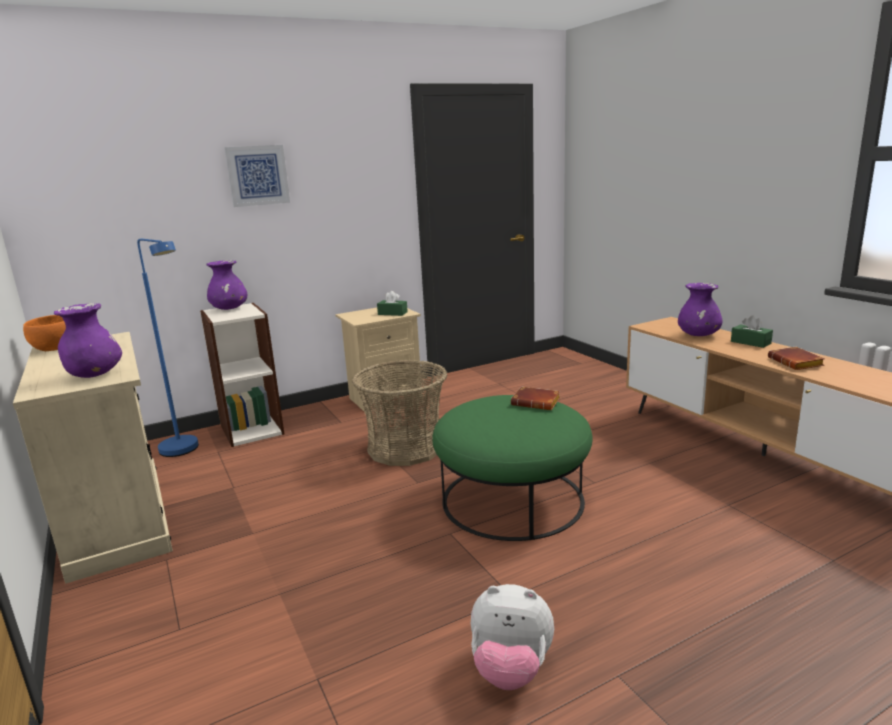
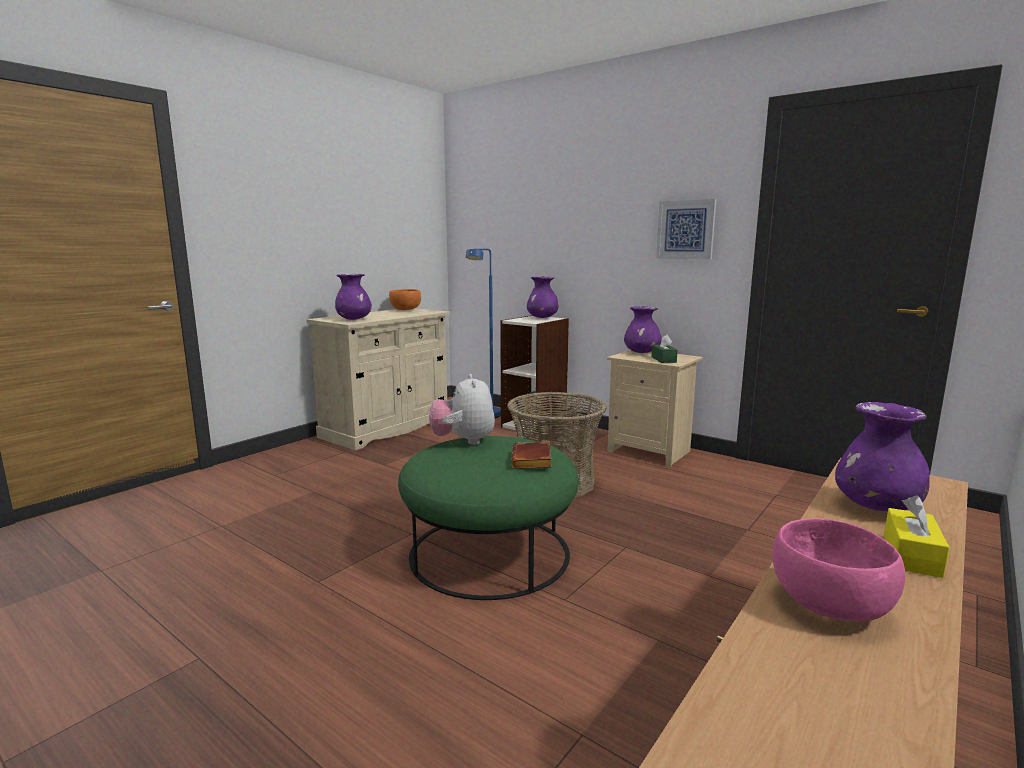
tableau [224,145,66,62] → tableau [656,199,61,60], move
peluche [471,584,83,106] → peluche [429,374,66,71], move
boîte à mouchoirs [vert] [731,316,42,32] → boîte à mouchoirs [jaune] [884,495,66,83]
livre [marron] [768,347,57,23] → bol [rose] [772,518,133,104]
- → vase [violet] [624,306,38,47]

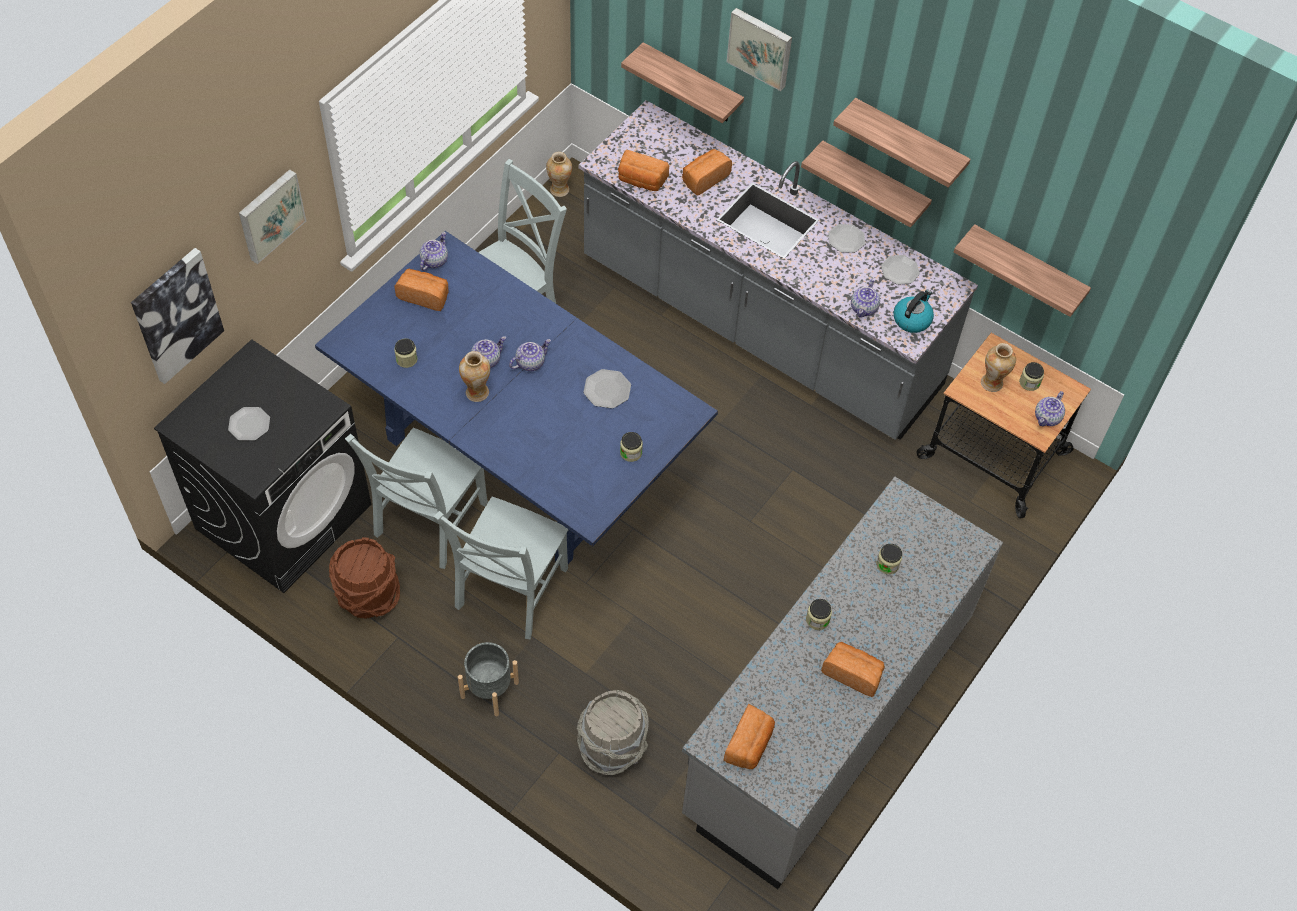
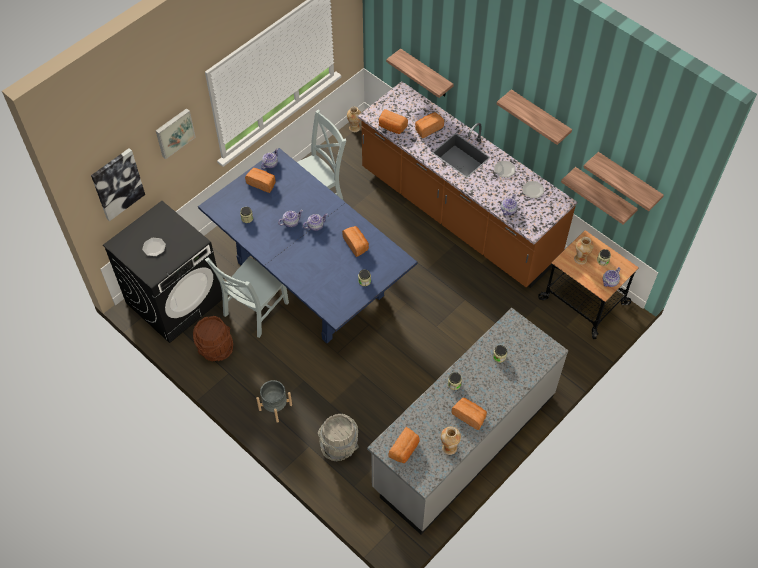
chaise [gris] [434,497,135,142] → -
vase [459,351,31,51] → vase [441,427,20,28], move
comptoir de cuisine [gris] [579,100,399,340] → comptoir de cuisine [marron] [358,81,219,207]
assiette [584,369,47,39] → pain [342,226,27,31]
tableau [727,8,65,83] → -
étagère [801,140,131,88] → étagère [583,152,81,59], move
bouilloire [894,290,40,43] → -

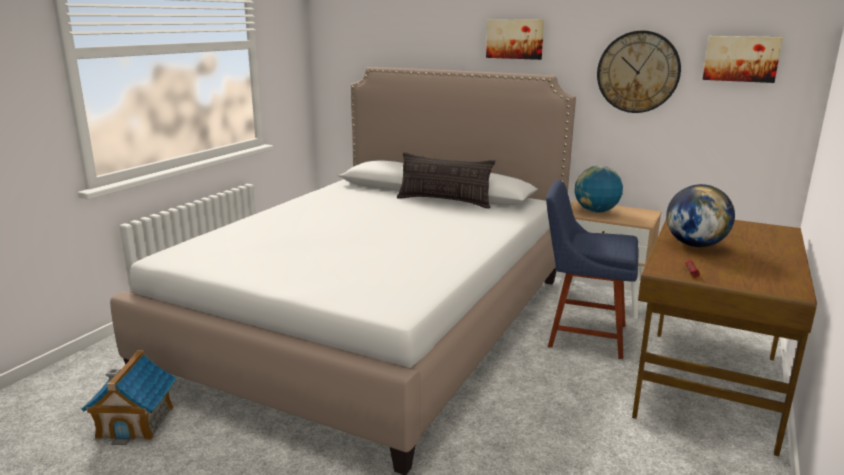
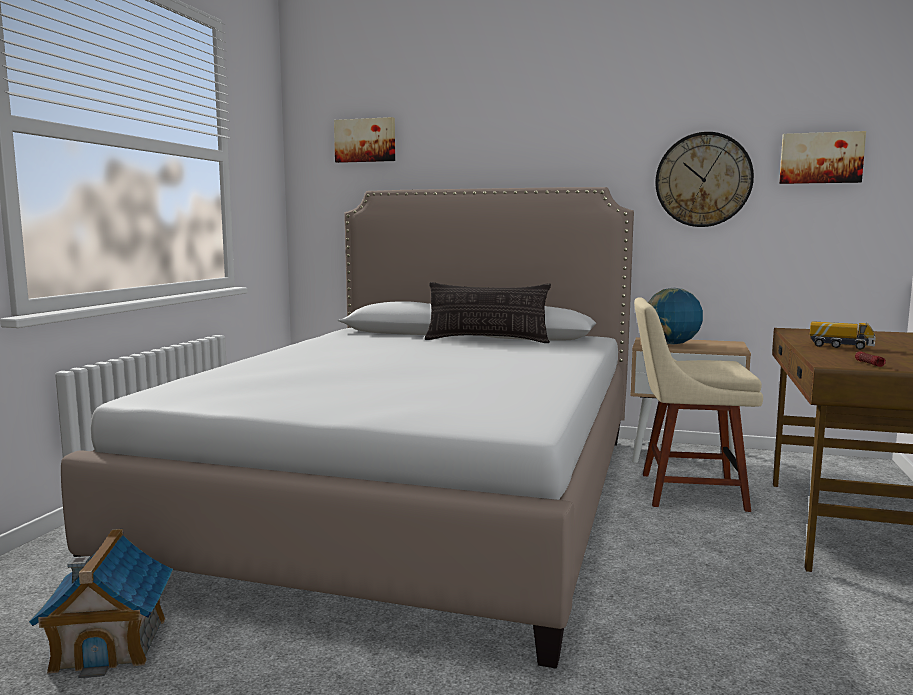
tableau [486,19,58,41] → tableau [334,117,61,46], move
chaise [bleu] [546,180,92,179] → chaise [beige] [634,297,129,215]
globe [666,184,69,63] → camion jouet [810,321,66,29]

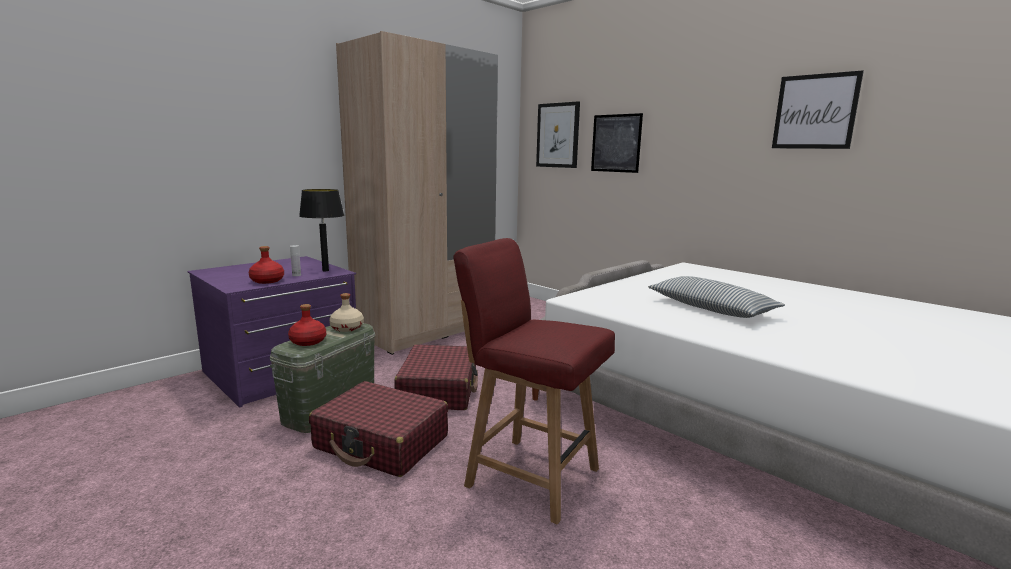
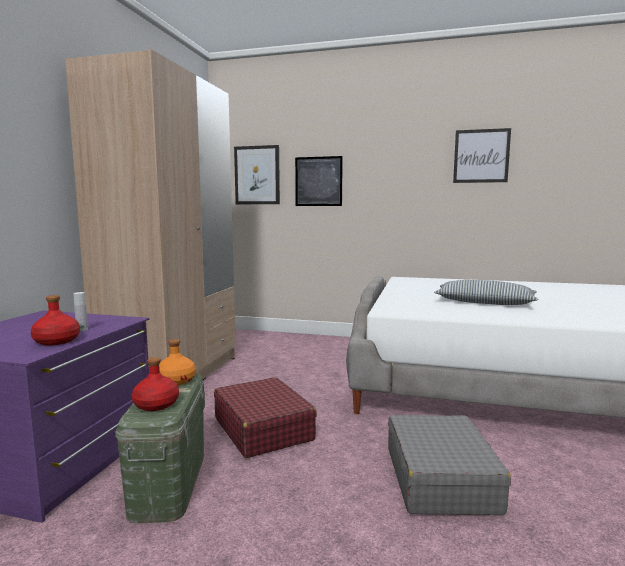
lampe de table [noir] [299,189,45,82] → -
valise [rouge] [309,381,139,96] → -
bouteille [beige] [329,293,35,39] → bouteille [orange] [159,339,37,46]
chaise [rouge] [453,238,162,286] → valise [gris] [388,415,123,100]

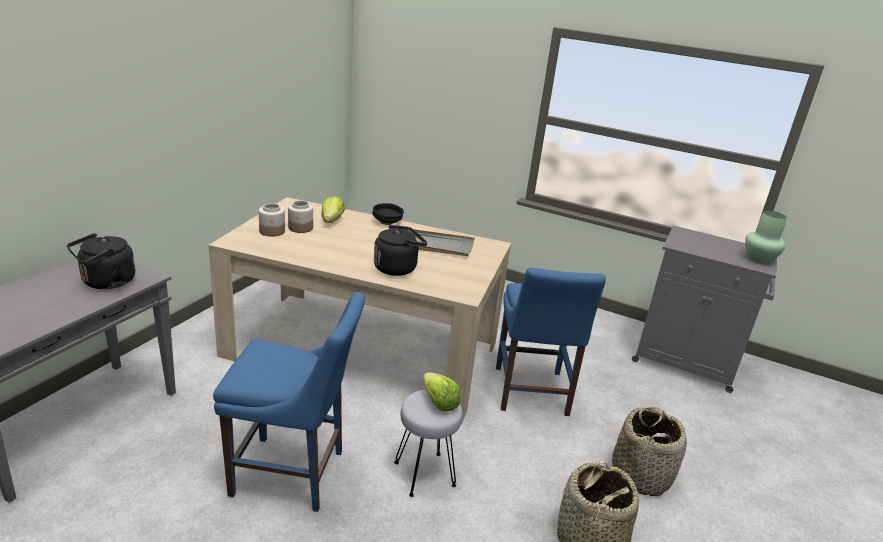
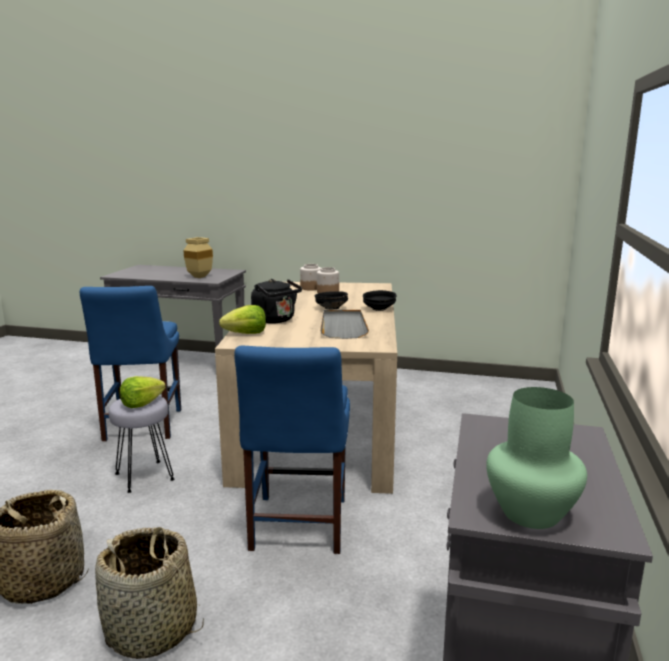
bouilloire [noir] [67,233,68,56] → vase [beige] [184,237,29,41]
laitue [321,196,24,27] → laitue [219,305,47,29], move
chaise [bleu] [496,267,110,149] → chaise [bleu] [234,346,116,208], 75 degrees counterclockwise
- → bol [noir] [315,291,33,19]

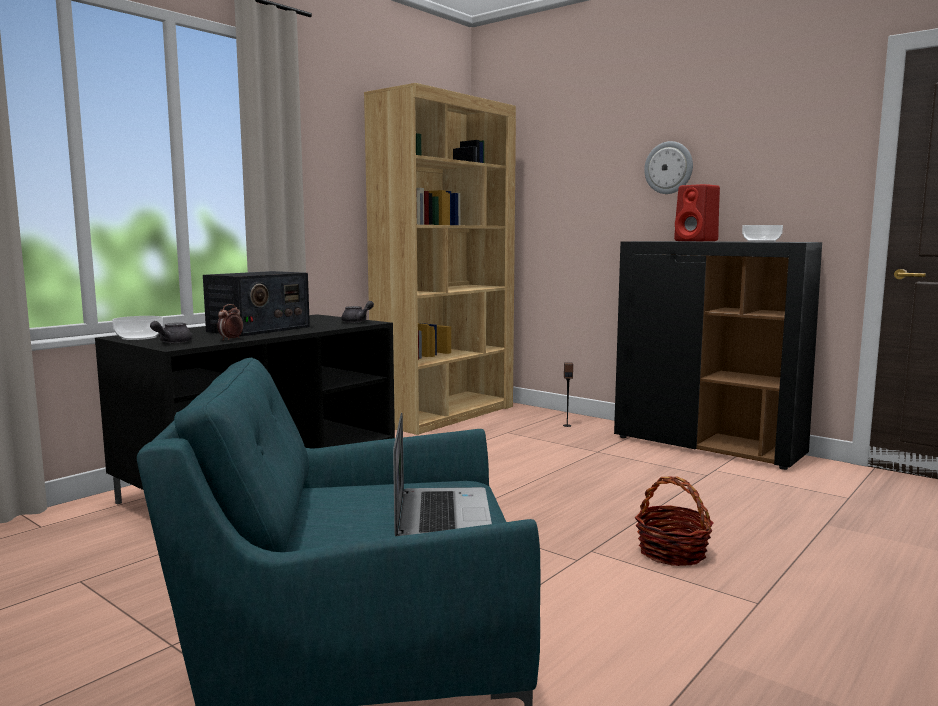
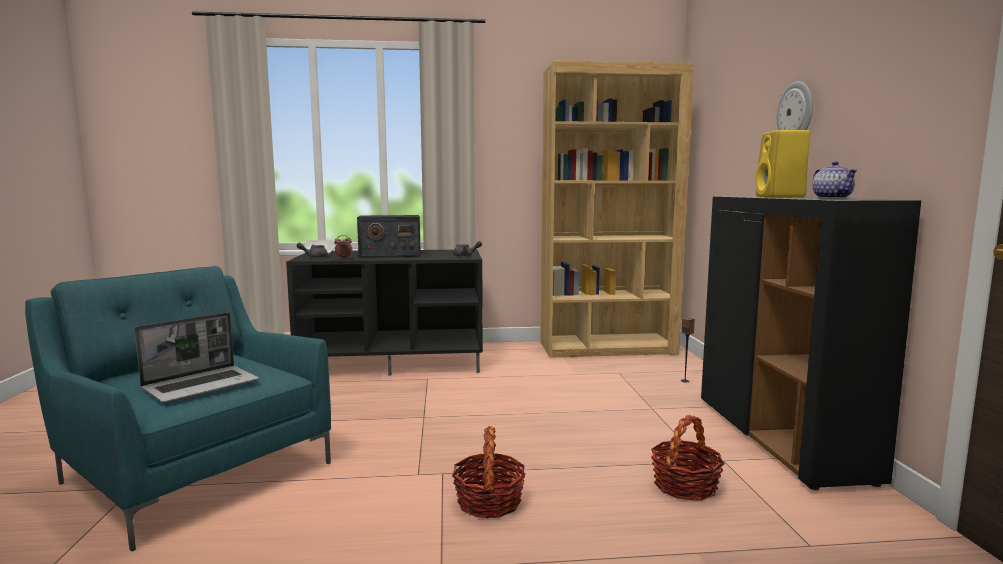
enceinte [rouge] [674,184,46,57] → enceinte [jaune] [755,130,55,67]
bol [742,225,41,17] → théière [813,161,44,38]
- → panier [651,415,74,86]

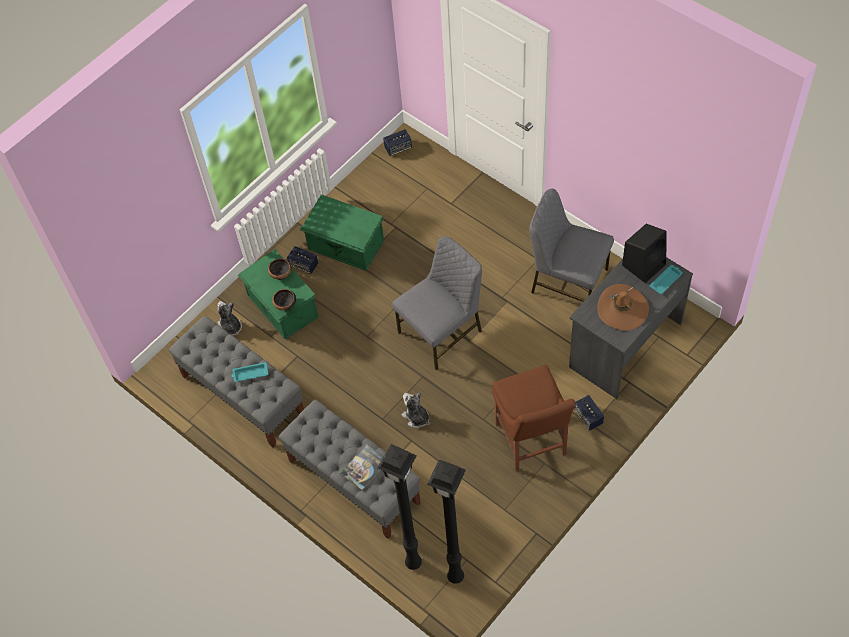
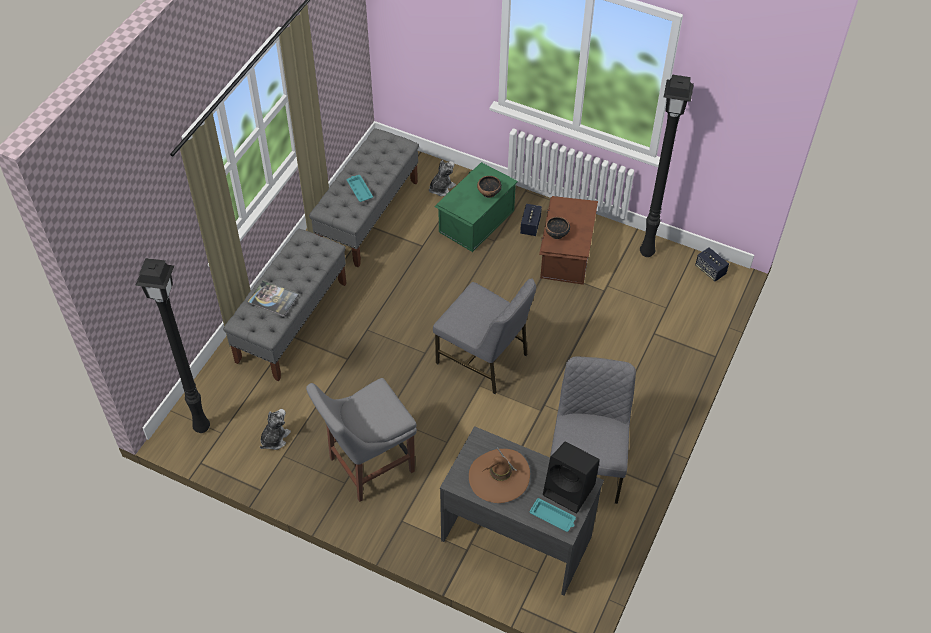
bol [272,289,24,22] → bol [545,217,25,22], move
boîte de rangement [vert] [300,194,84,77] → boîte de rangement [marron] [539,196,59,89]
lampadaire [noir] [377,444,45,126] → lampadaire [noir] [640,74,54,183], move
peluche [401,392,29,36] → peluche [260,409,31,41], move
chaise [marron] [492,365,83,106] → chaise [gris] [306,378,111,124]
enceinte [574,395,30,36] → -

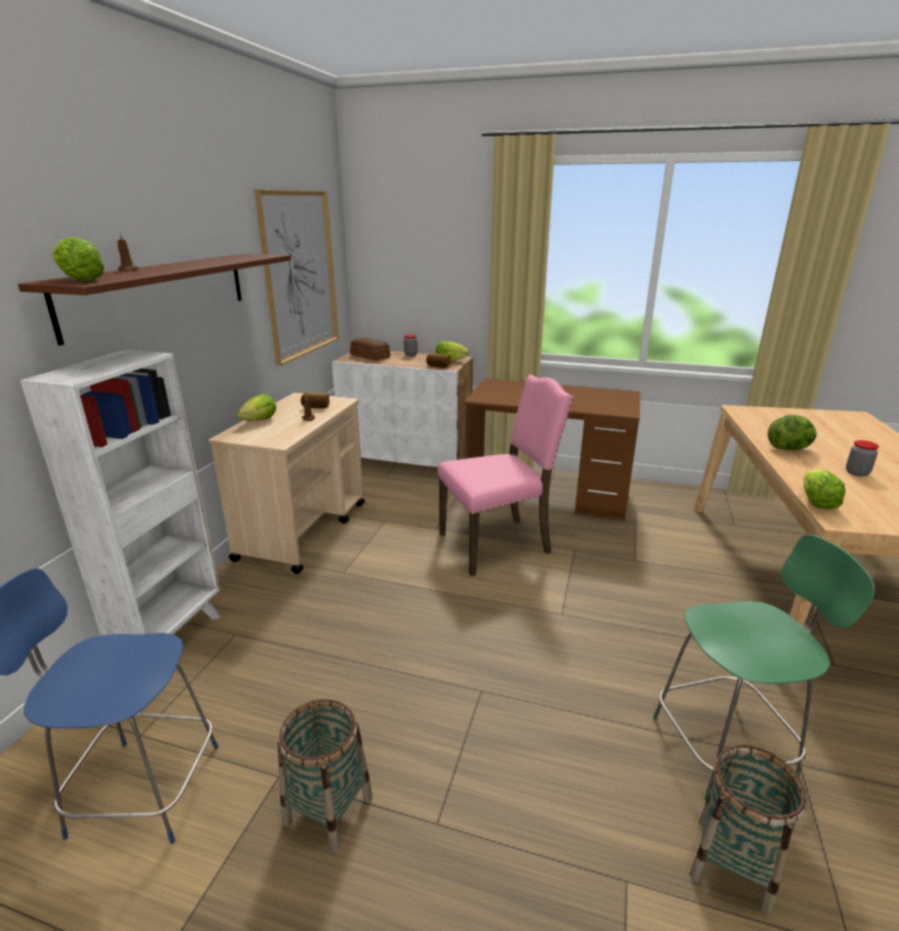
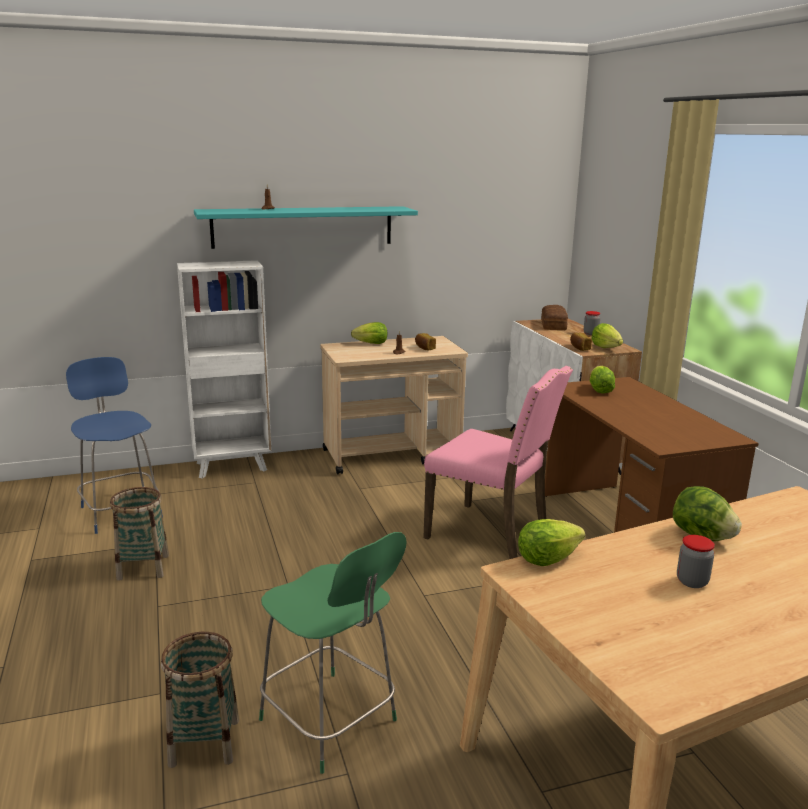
étagère [marron] [18,254,273,92] → étagère [turquoise] [194,206,224,43]
laitue [52,237,52,44] → laitue [590,366,25,28], move
tableau [254,189,85,176] → -

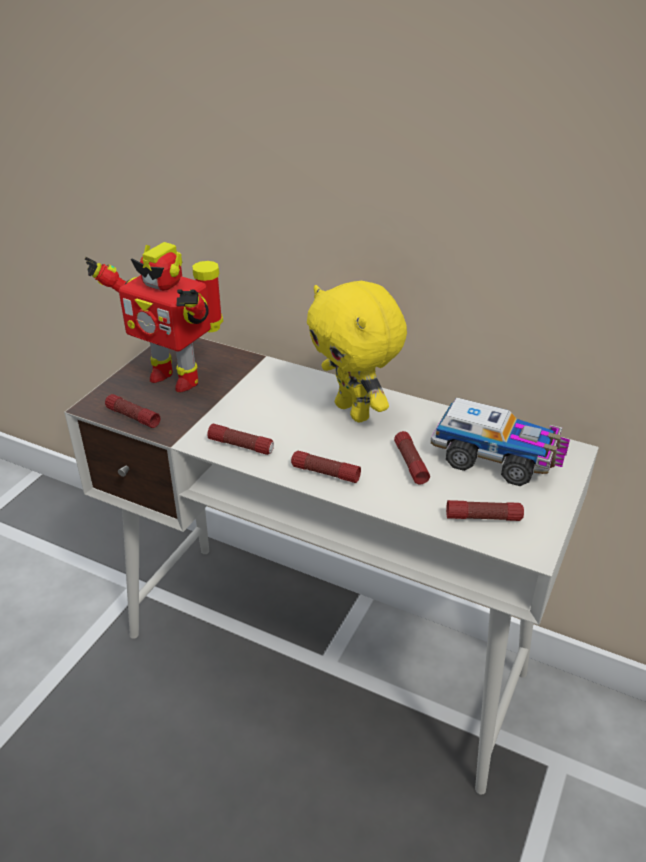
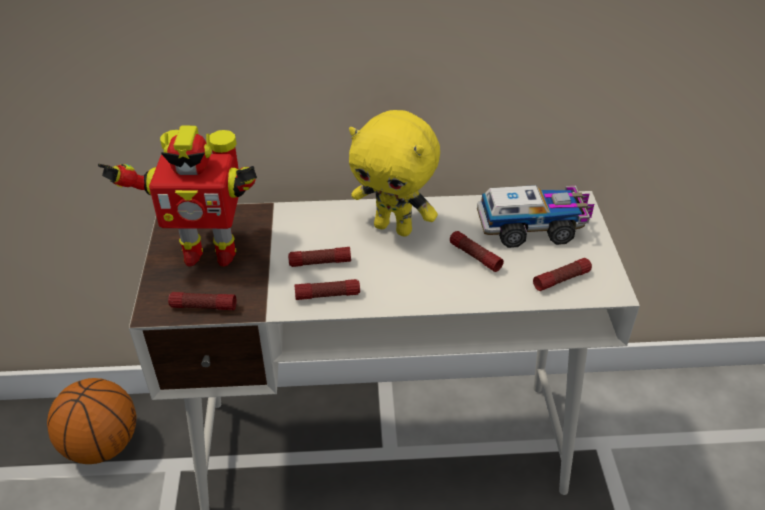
lampe de poche [291,451,70,32] → lampe de poche [288,247,63,20], move
- → ballon de basket [47,378,89,86]

